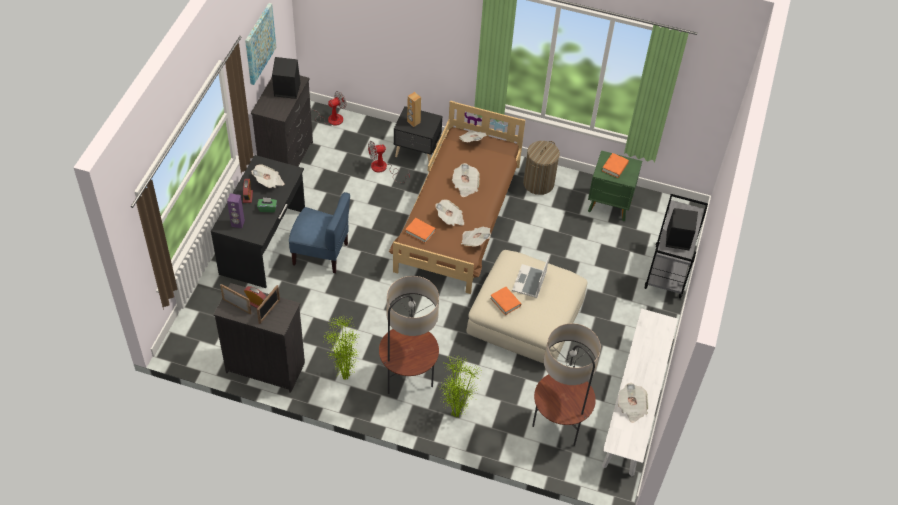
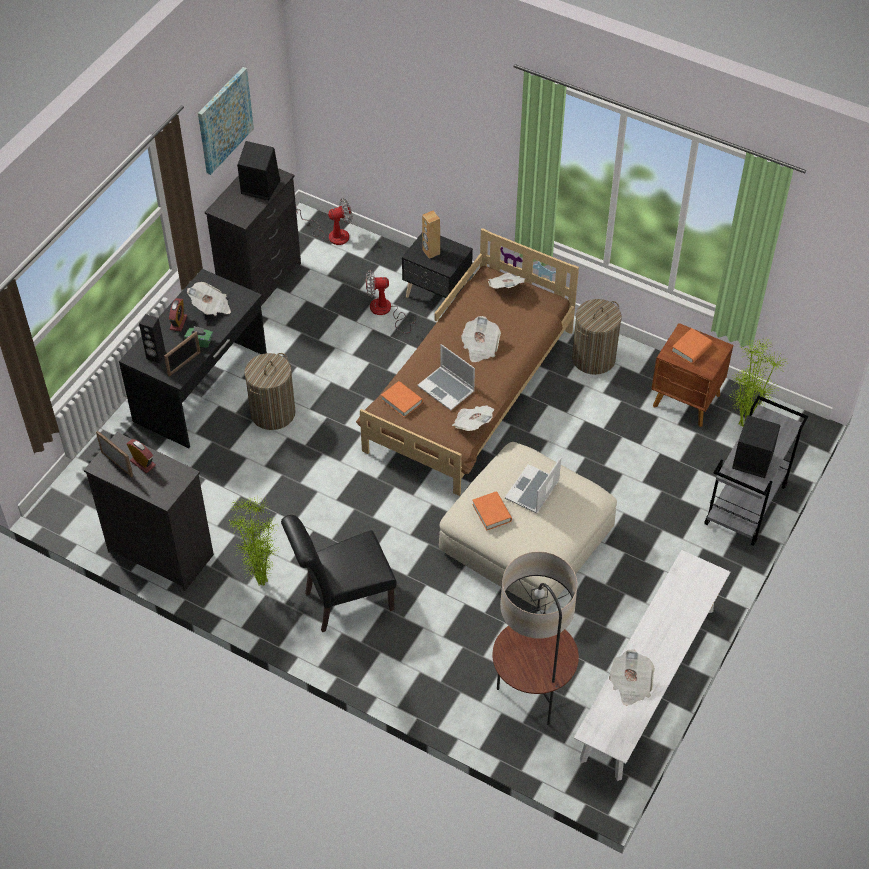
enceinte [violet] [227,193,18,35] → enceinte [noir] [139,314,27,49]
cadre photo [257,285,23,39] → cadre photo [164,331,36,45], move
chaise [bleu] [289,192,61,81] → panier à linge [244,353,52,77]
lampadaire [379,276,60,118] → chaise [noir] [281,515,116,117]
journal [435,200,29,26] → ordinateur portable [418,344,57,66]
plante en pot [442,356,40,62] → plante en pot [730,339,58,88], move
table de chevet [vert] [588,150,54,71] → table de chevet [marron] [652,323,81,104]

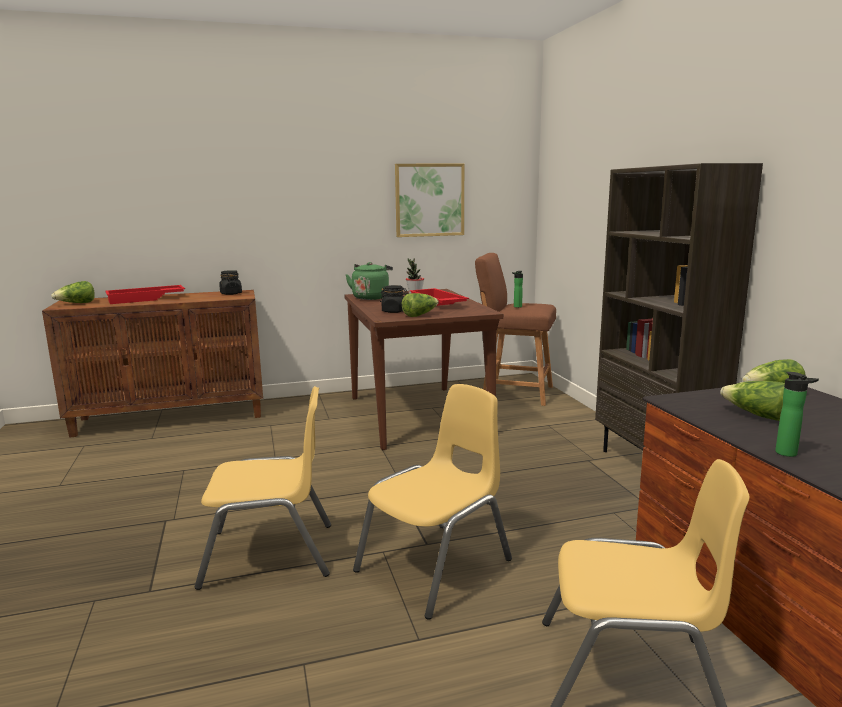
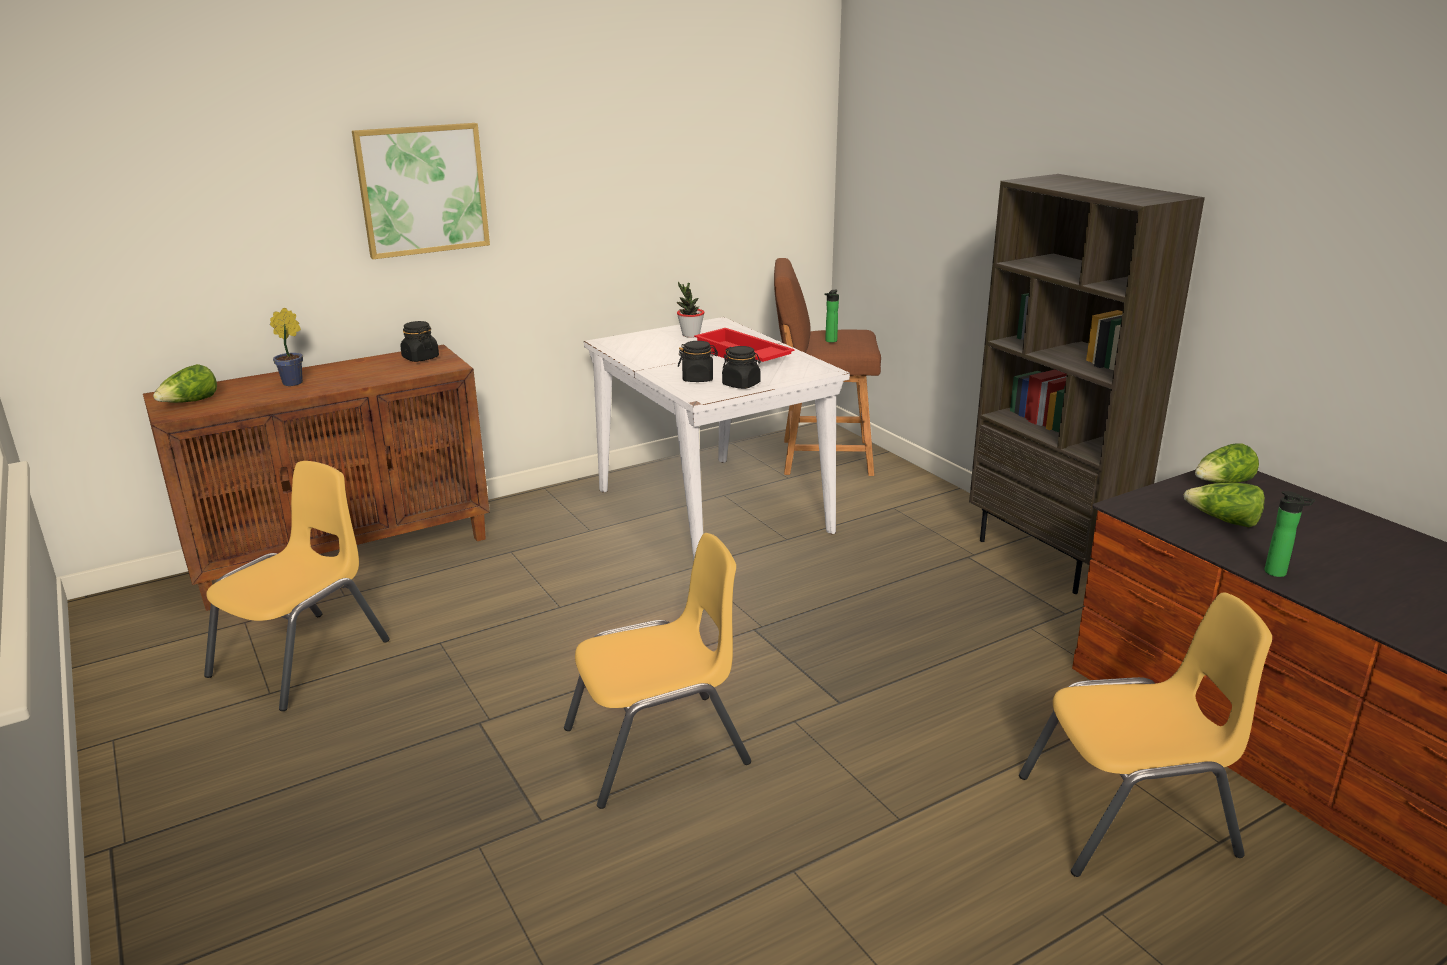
plateau [rouge] [105,285,80,19] → plante en pot [270,307,33,79]
table à manger [marron] [344,289,159,161] → table à manger [blanc] [584,317,266,242]
bouilloire [vert] [345,262,48,38] → -
chaise [jaune] [353,384,159,236] → chaise [jaune] [204,461,186,250], move
tableau [395,164,69,73] → tableau [352,123,138,136], move
laitue [402,293,37,24] → bocal [noir] [722,346,39,43]

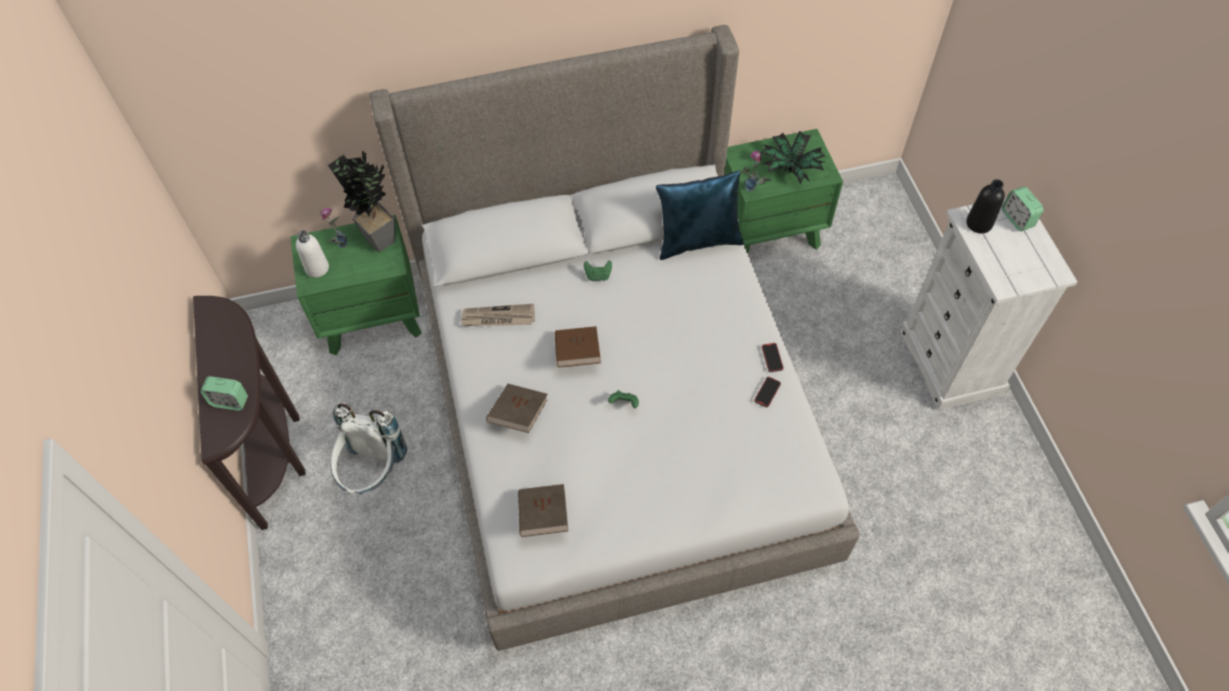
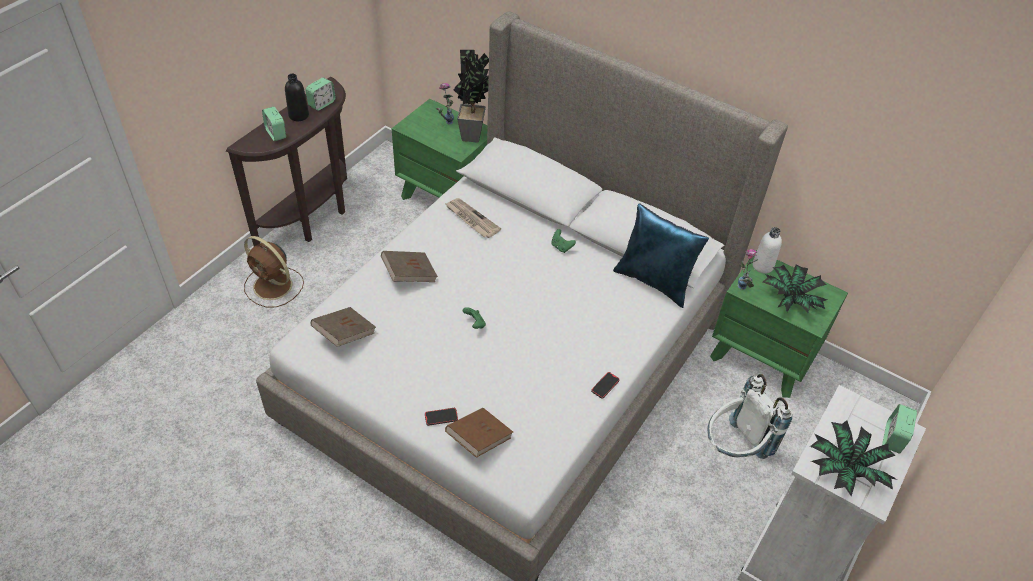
bouteille [blanc] [296,230,33,48] → bouteille [blanc] [752,227,30,47], move
sac à dos [blanc] [330,402,77,93] → sac à dos [blanc] [708,374,84,85], move
livre [marron] [555,326,46,42] → livre [marron] [445,408,68,50], move
téléphone [754,377,27,30] → téléphone [425,408,33,18], move
bouteille [noir] [966,179,39,55] → bouteille [noir] [285,74,24,47], move
- → ventilateur [marron] [244,236,60,71]
- → réveil [305,78,31,33]
- → plante en pot [810,420,88,76]

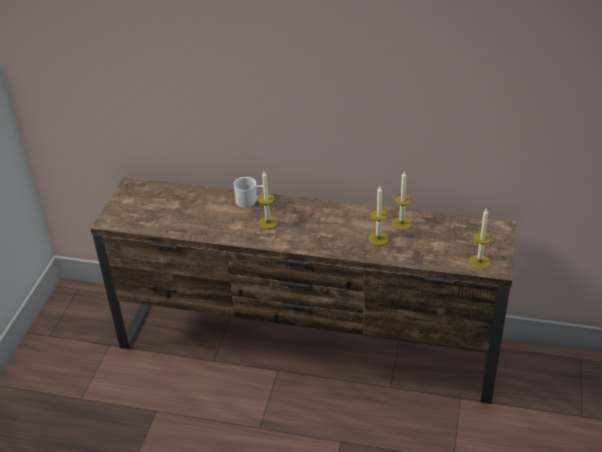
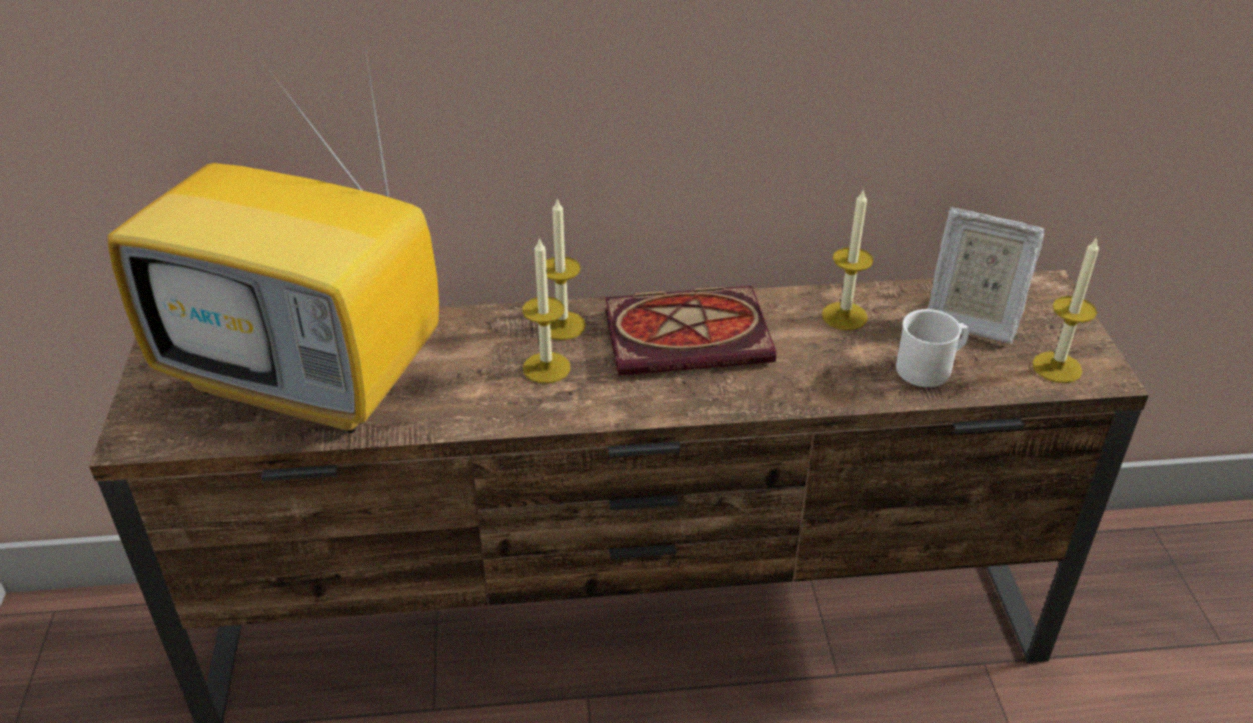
mug [blanc] [234,177,30,31] → mug [blanc] [896,309,74,78], move
bougie [368,186,20,59] → bougie [546,197,40,143], move
- → téléviseur [108,47,331,386]
- → livre [605,286,171,90]
- → cadre photo [928,207,117,137]

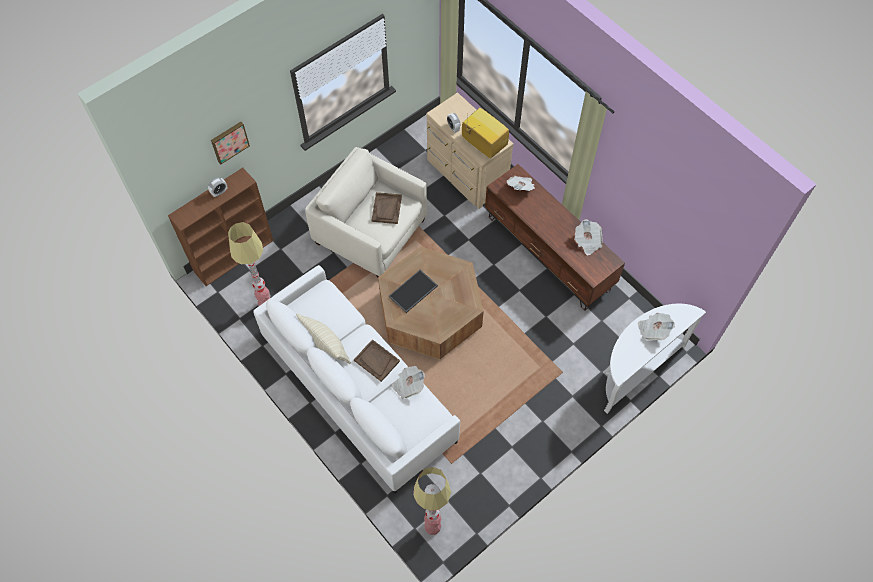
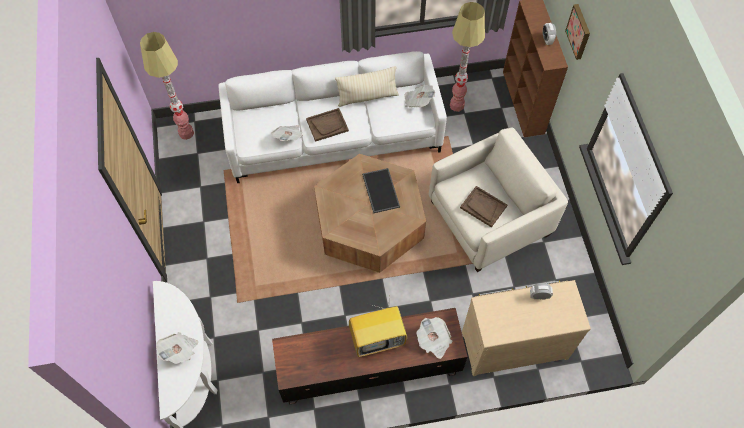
téléviseur [462,108,47,50] → téléviseur [349,303,58,54], move
journal [575,219,28,37] → journal [404,85,31,23], move

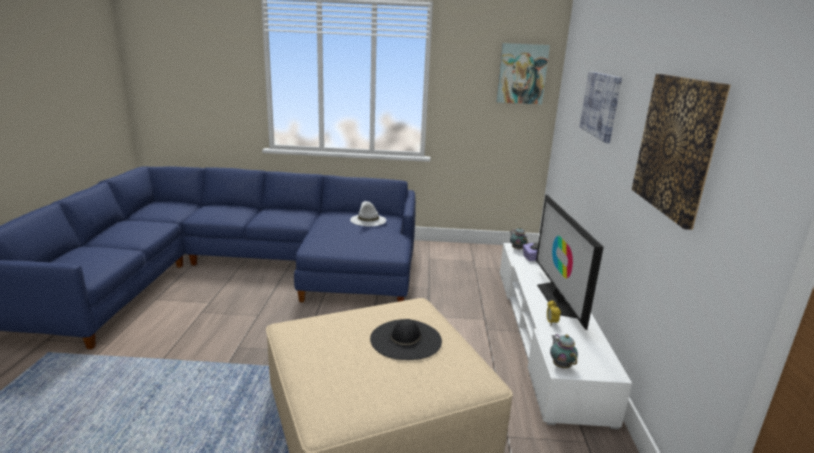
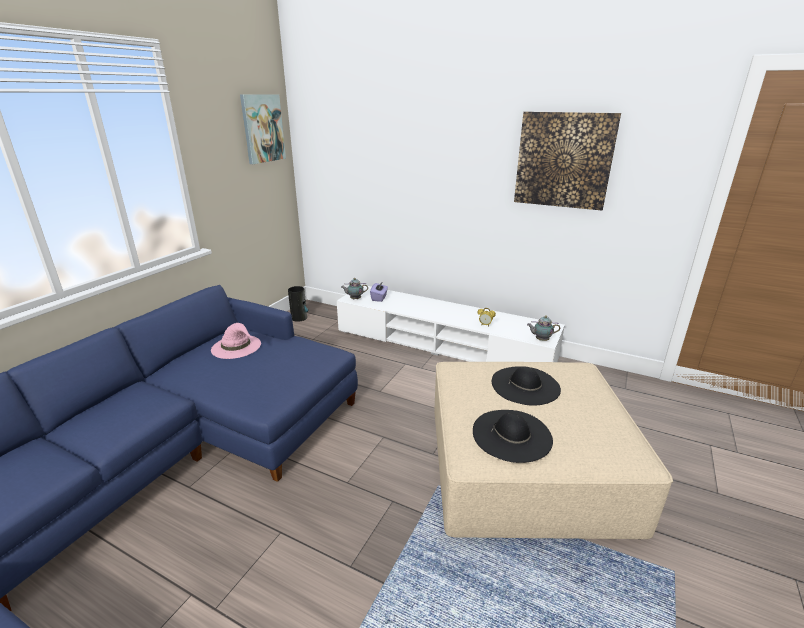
chapeau [blanc] [350,201,36,25] → chapeau [rose] [211,323,50,36]
téléviseur [536,194,68,136] → -
tableau [579,71,43,72] → -
- → vase [288,286,20,36]
- → chapeau [noir] [473,410,80,53]

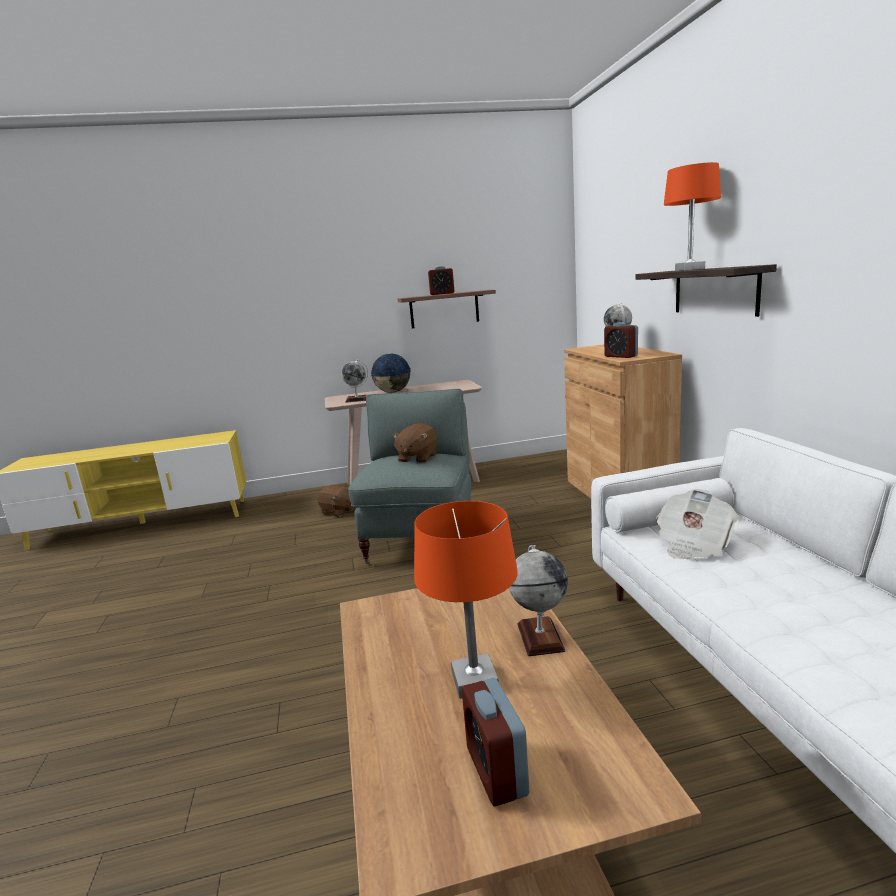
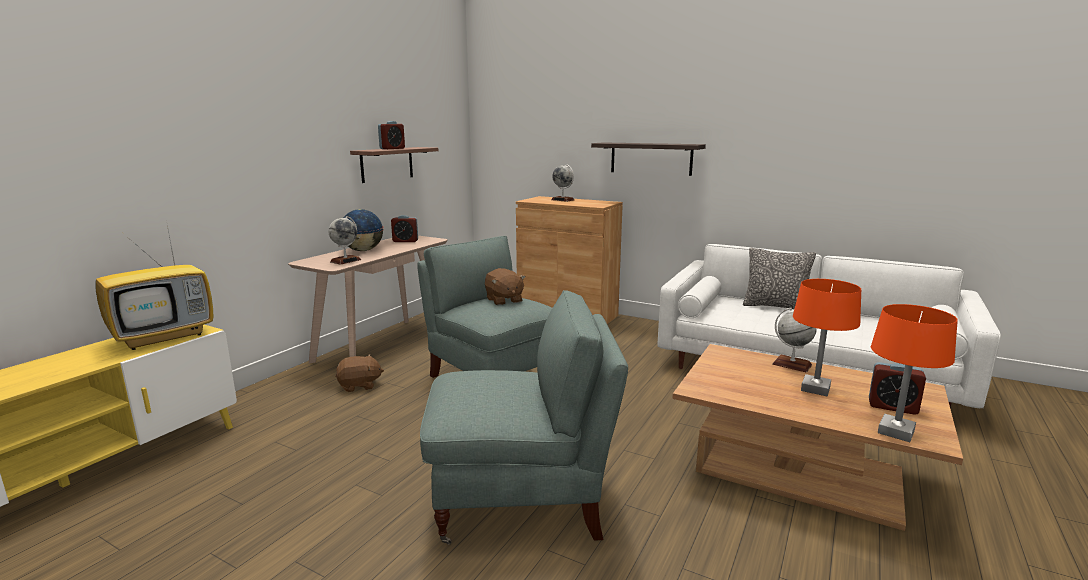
réveil [604,322,34,36] → réveil [391,215,27,27], move
journal [656,489,82,70] → -
lampe de table [orange] [664,162,57,109] → lampe de table [orange] [871,304,87,138], move
- → téléviseur [95,220,118,130]
- → fauteuil [gris] [420,290,208,255]
- → coussin [743,248,73,61]

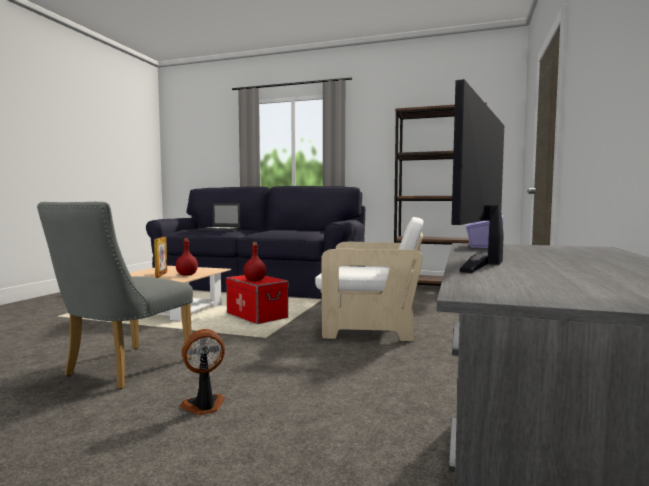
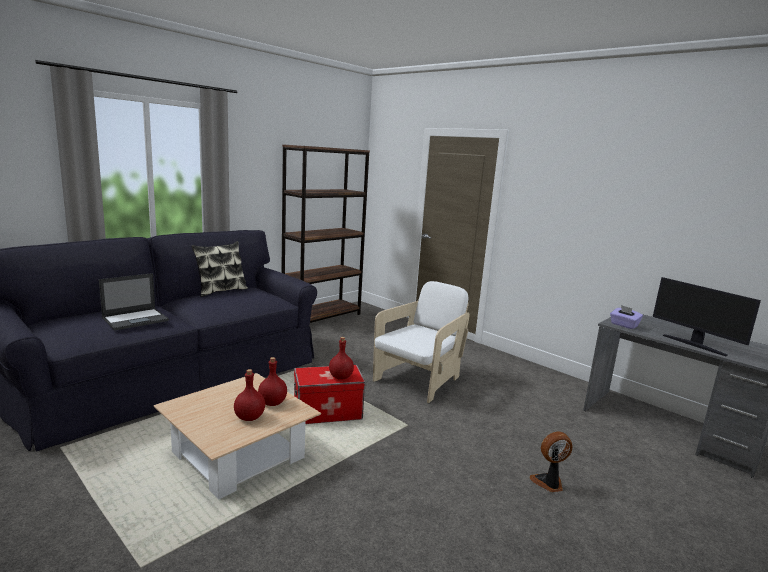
chaise [gris] [37,202,156,187] → -
cadre photo [154,237,13,41] → bouteille [rouge] [234,369,31,52]
ventilateur [180,329,45,86] → ventilateur [530,432,42,60], 75 degrees clockwise
- → coussin [191,241,57,56]

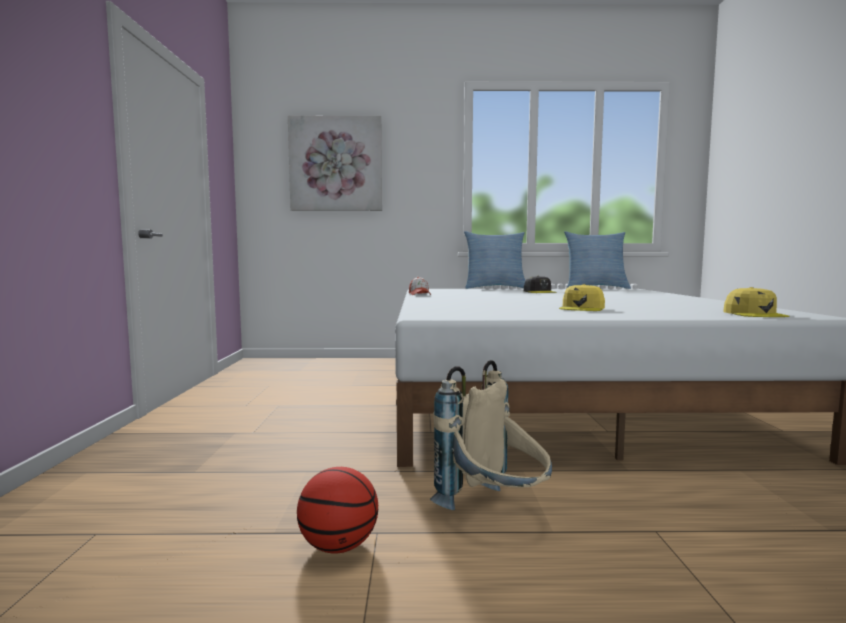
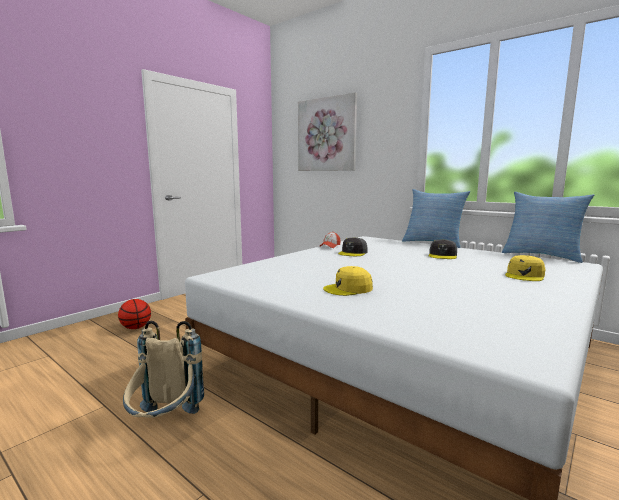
ballon de basket [297,467,81,86] → ballon de basket [118,299,33,30], move
casquette [jaune] [723,287,66,30] → casquette [jaune] [505,255,41,26], move
- → casquette [gris] [338,237,30,19]

